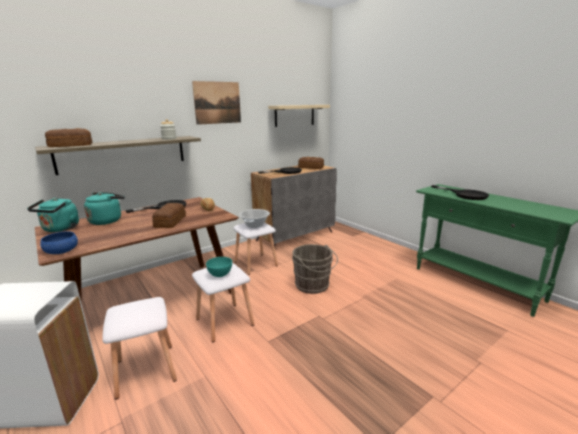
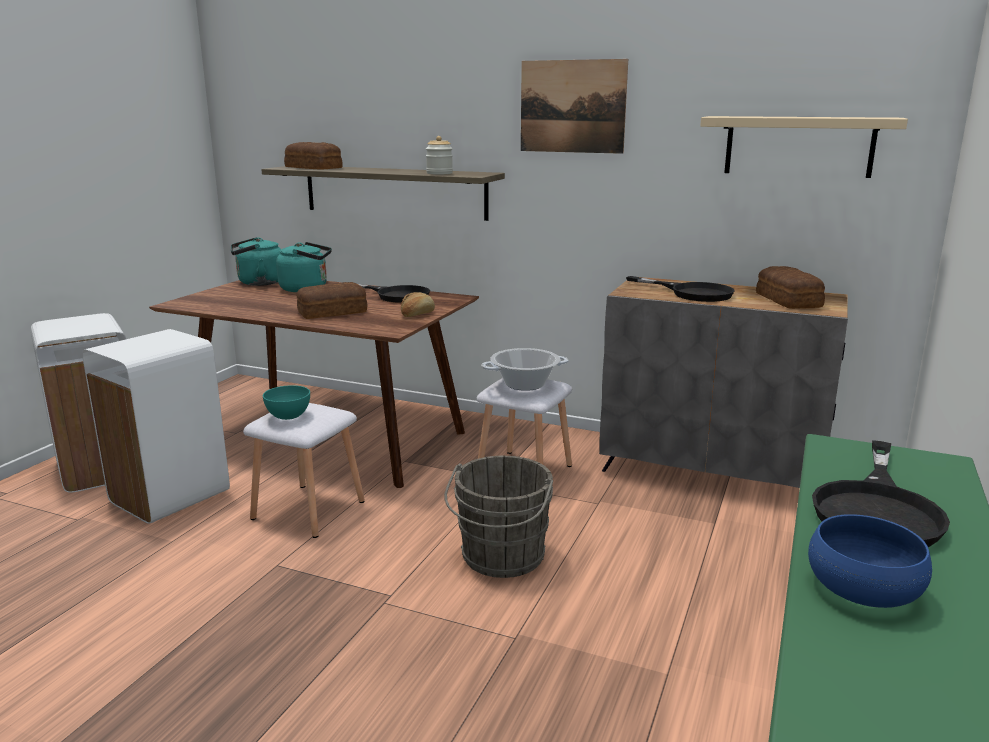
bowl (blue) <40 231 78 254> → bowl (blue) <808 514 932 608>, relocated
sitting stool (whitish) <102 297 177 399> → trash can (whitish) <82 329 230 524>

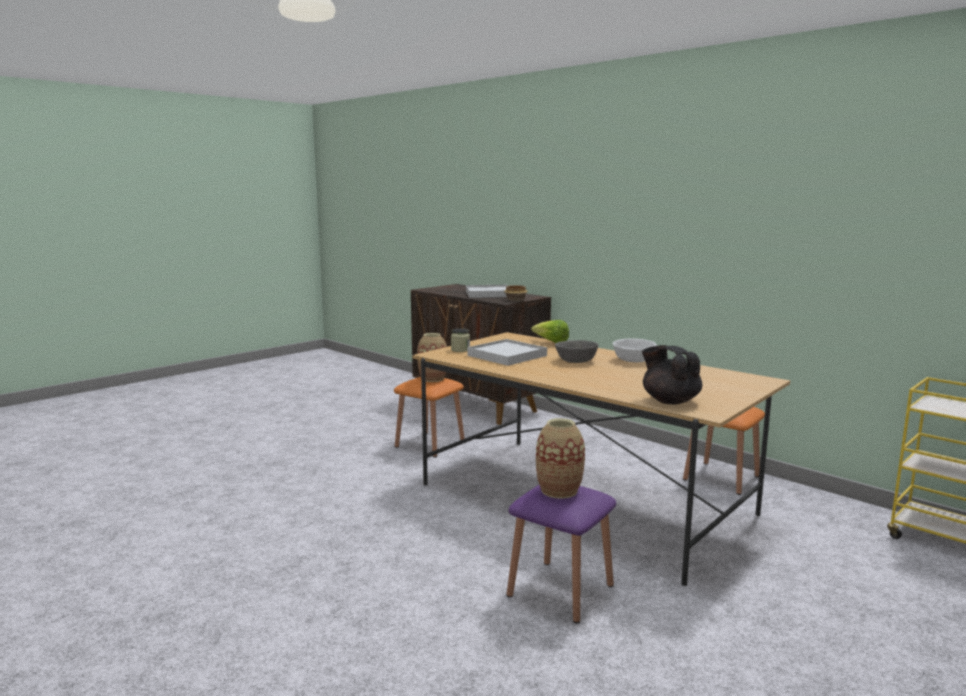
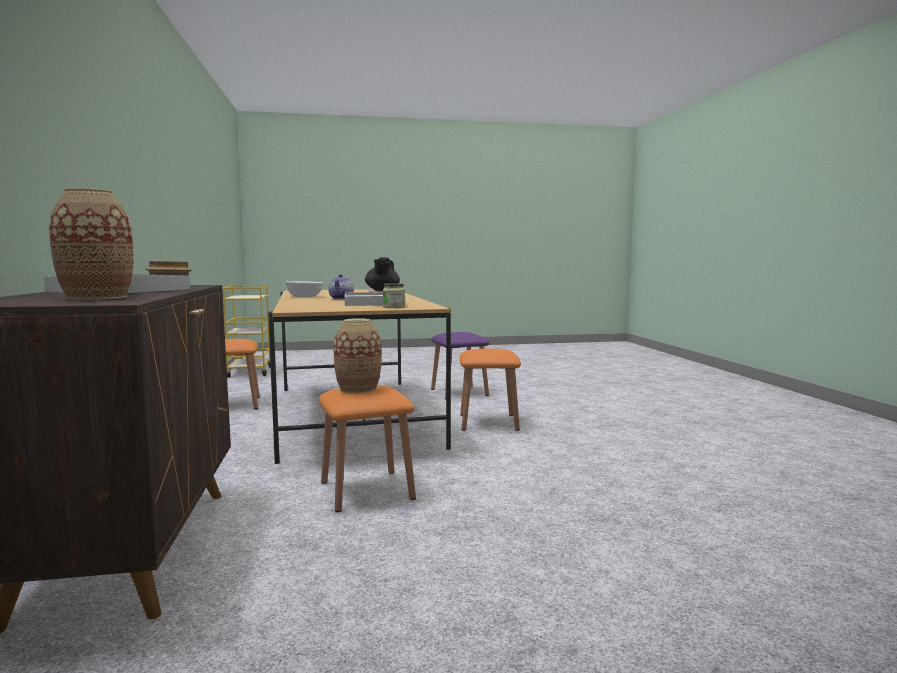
lettuce head <531 320 569 343> → -
vase <536 418 585 499> → vase <49 188 133 300>, relocated
bowl (gray) <555 340 599 363> → teapot <329 274 354 300>
- → sitting stool (orange) <460 349 521 431>

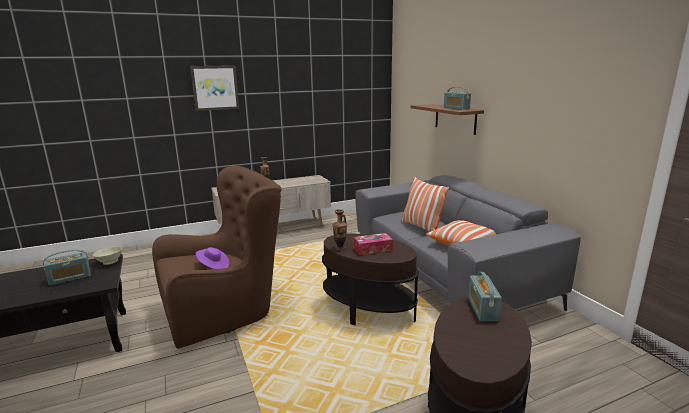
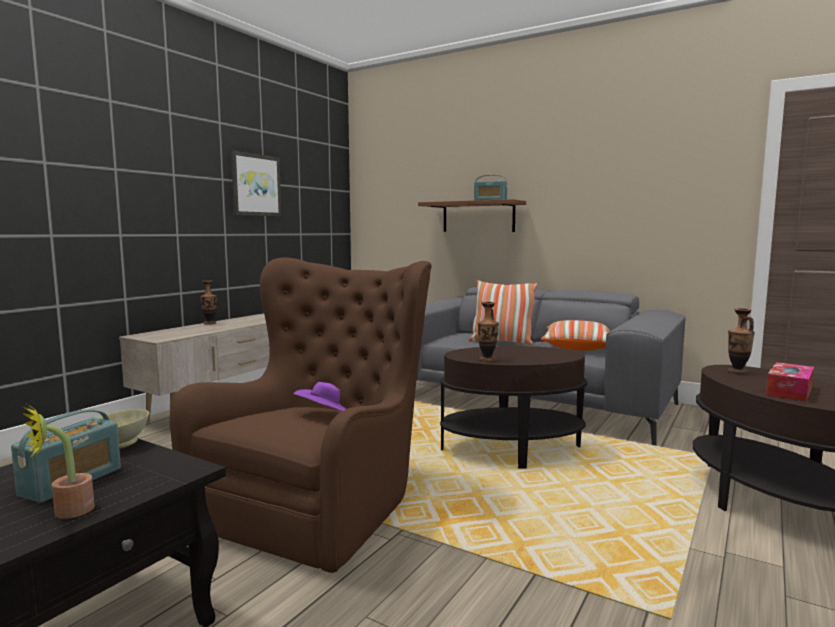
wall art <190 65 239 111> → wall art <231 151 281 216>, relocated
tissue box <353 233 393 255> → tissue box <766 362 814 402>, relocated
radio <468 272 502 321> → vase <728 308 755 374>
- → plant in a pot <22 404 95 519>

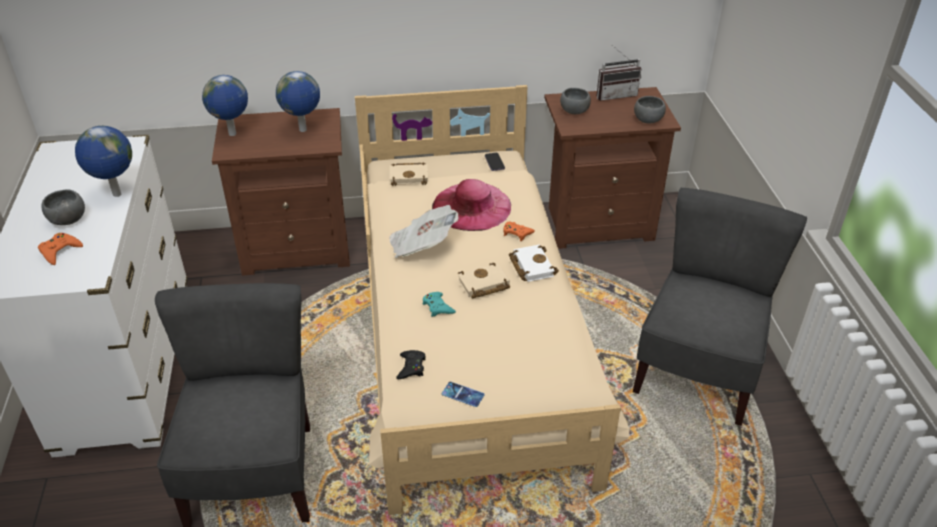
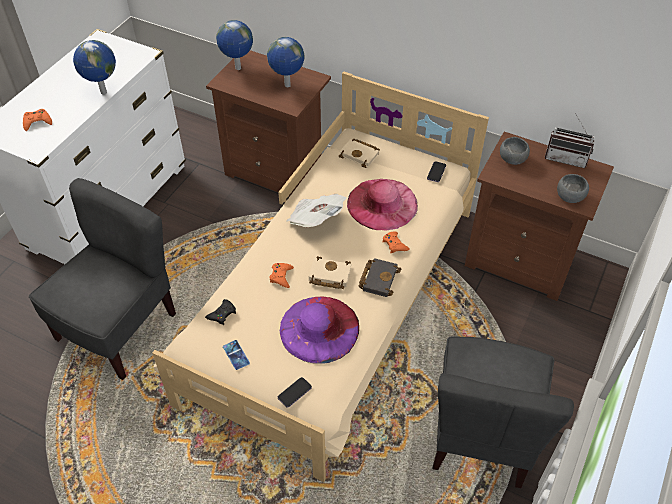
bowl (gray) <41 189 85 225> → -
game controller (turquoise-coloured) <423 292 456 317> → game controller (orange) <269 263 294 288>
volume (whitish) <509 244 559 282> → volume (black-coloured) <359 258 401 297>
chair (gray) <633 188 807 426> → chair (gray) <433 337 574 488>, 135 degrees clockwise
- → phone <278 377 312 408>
- → clothing hat (purple) <280 297 359 364>

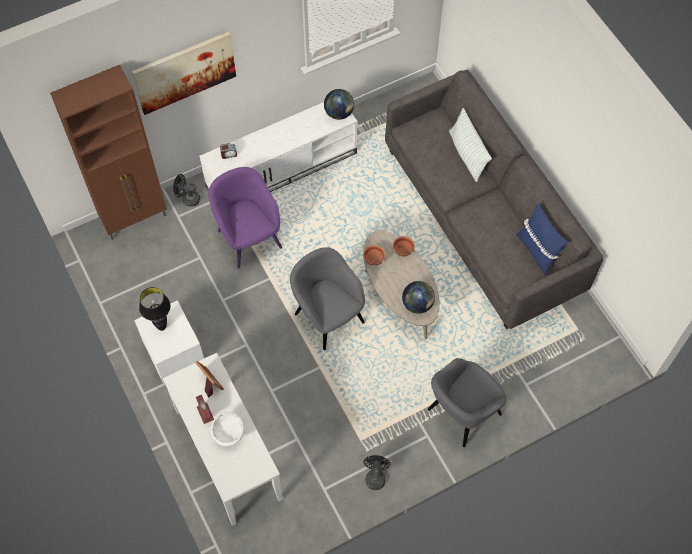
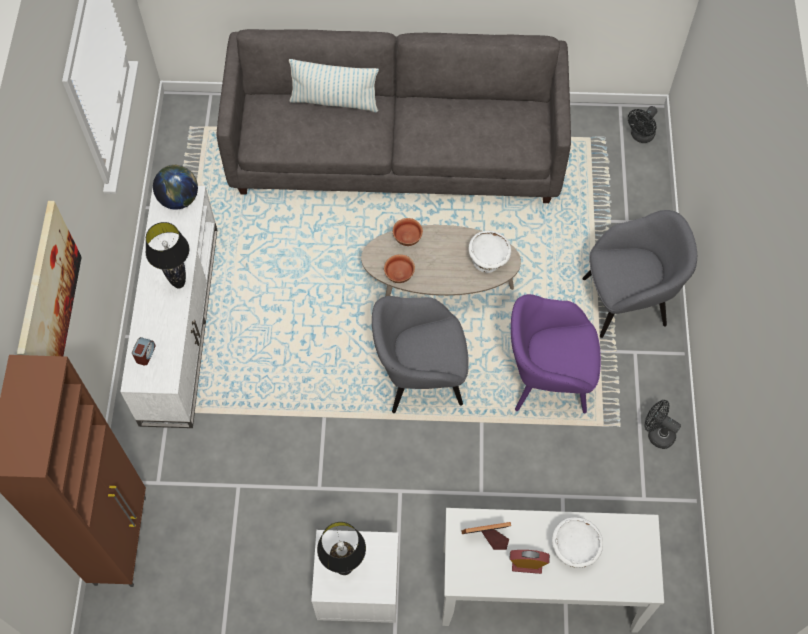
electric fan (black-coloured) <173 174 200 207> → electric fan (black-coloured) <628 106 658 143>, relocated
easy chair (purple) <208 167 282 269> → easy chair (purple) <511 294 601 413>, relocated
globe <402 281 435 314> → bowl (whitish) <468 231 511 273>
easy chair (gray) <428 358 507 447> → easy chair (gray) <583 210 697 338>, 90 degrees counterclockwise
cushion (blue) <516 203 568 274> → -
- → lamp for a table (black-coloured) <146 222 189 289>

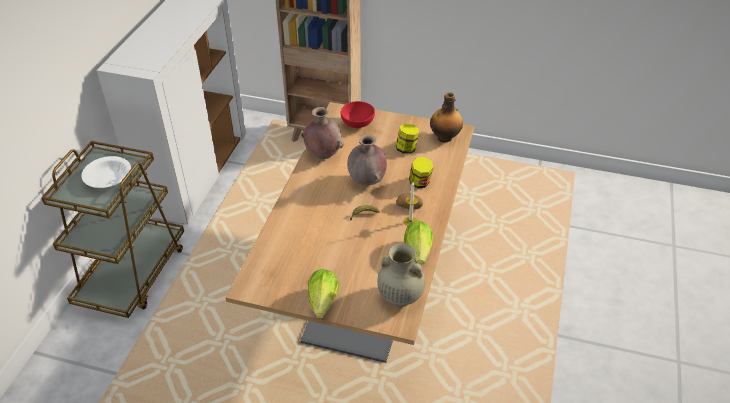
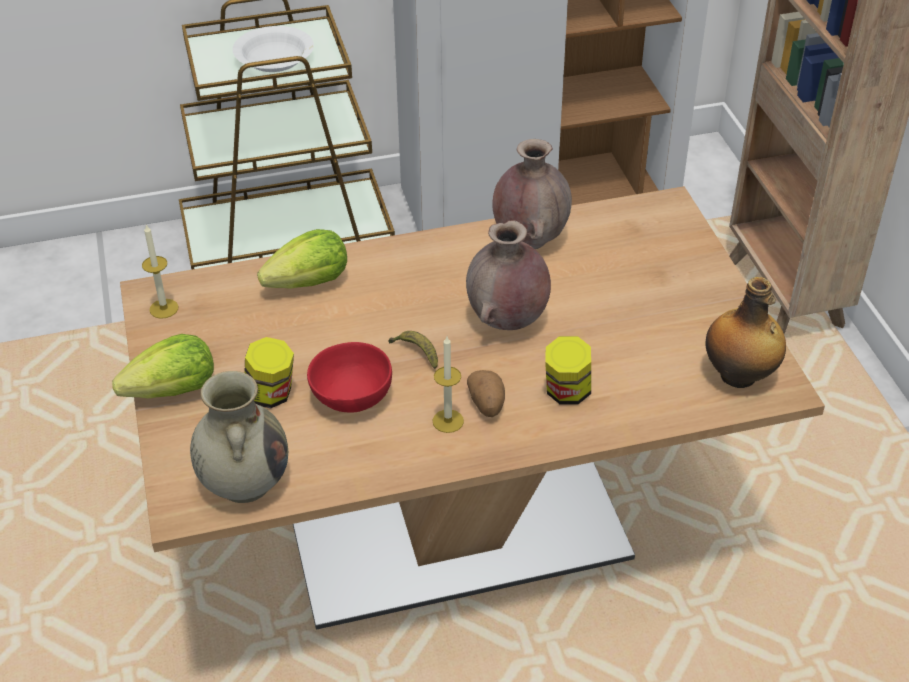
bowl (red) <341 101 375 128> → bowl (red) <307 342 392 413>, relocated
jar <396 124 419 154> → jar <244 337 294 408>, relocated
lettuce head <404 221 433 265> → lettuce head <257 229 347 289>, relocated
- → wax candle <142 225 178 319>

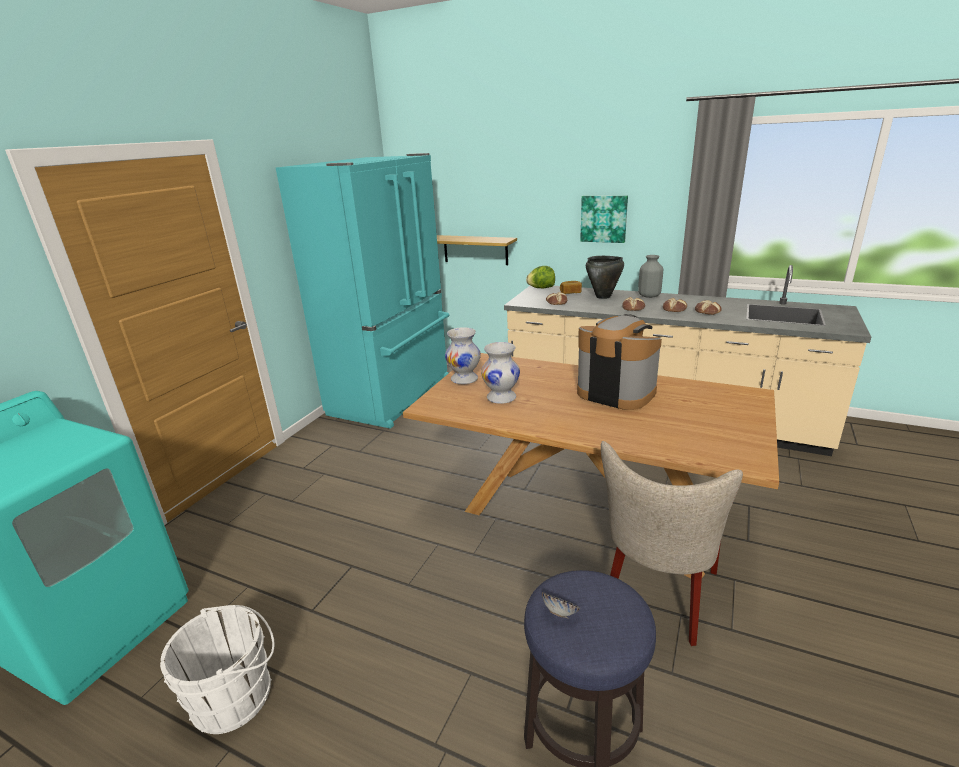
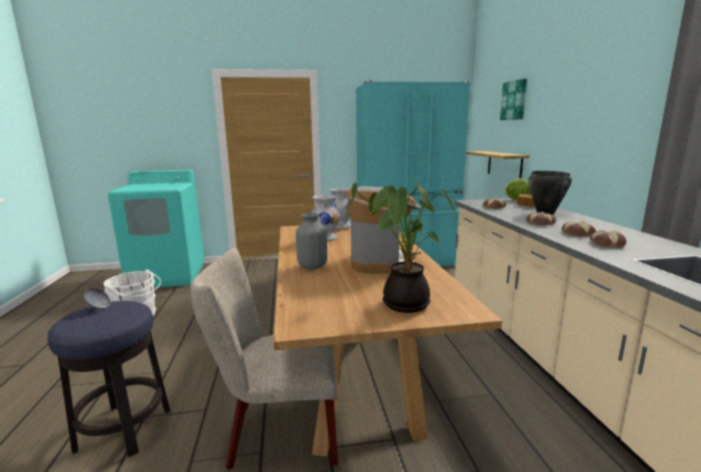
wall art <580 195 628 243> → wall art <500 79 527 120>, relocated
vase (gray) <638 255 663 298> → vase (gray) <296 213 327 269>, relocated
- → plant in a pot <346 179 456 313>

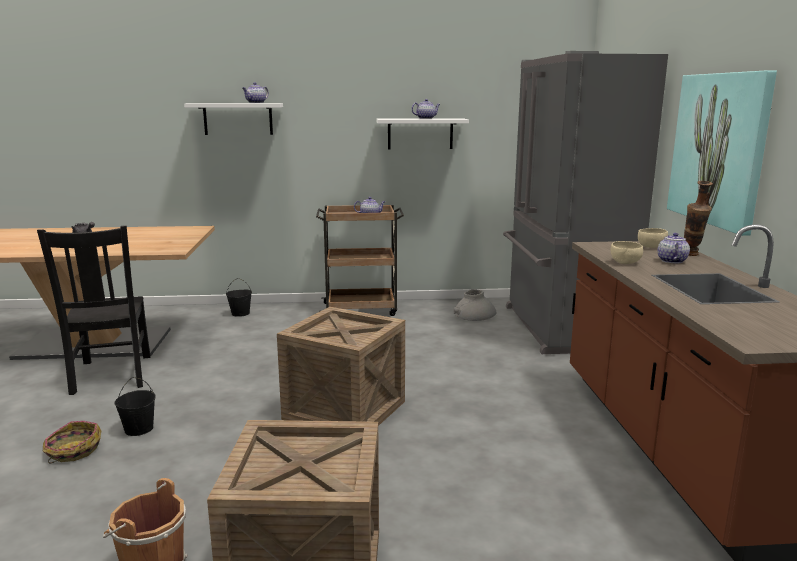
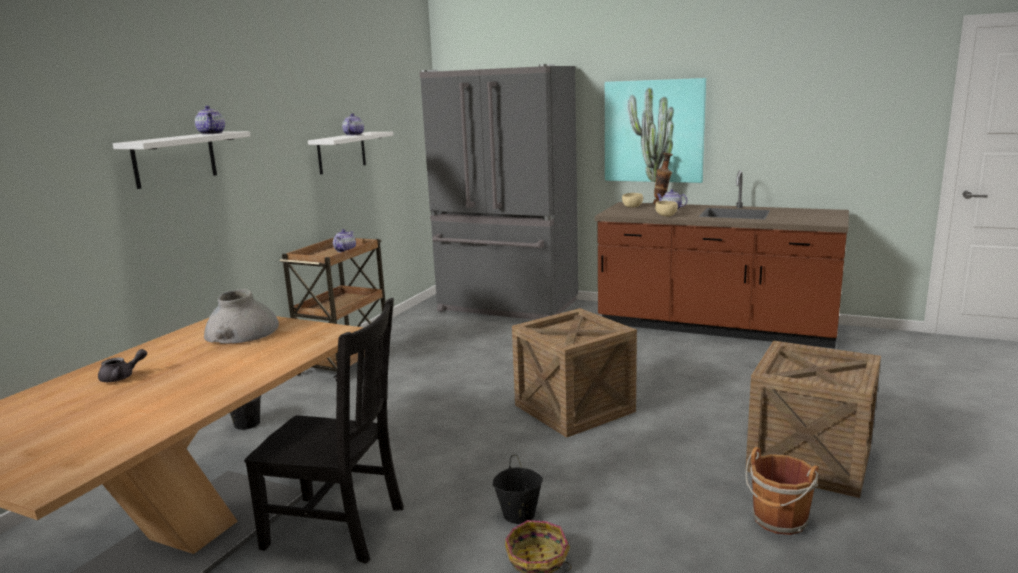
vase (gray) <453 289 496 321> → vase (gray) <204 289 279 344>, relocated

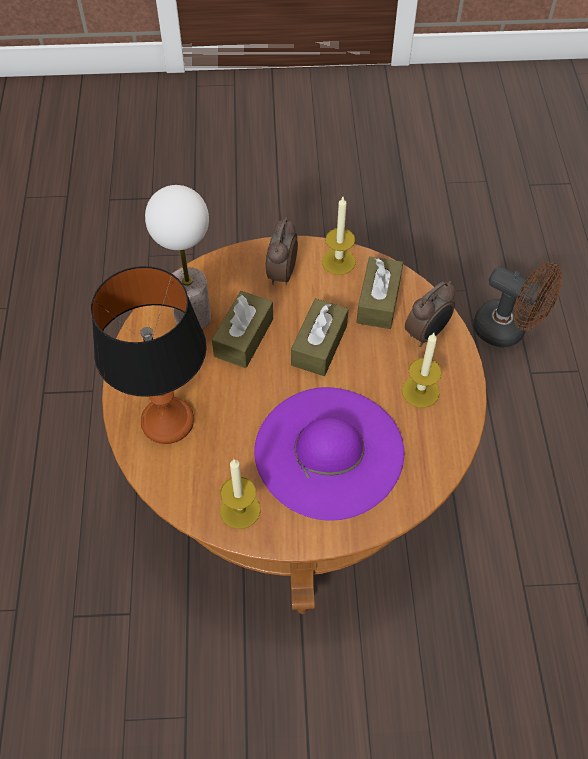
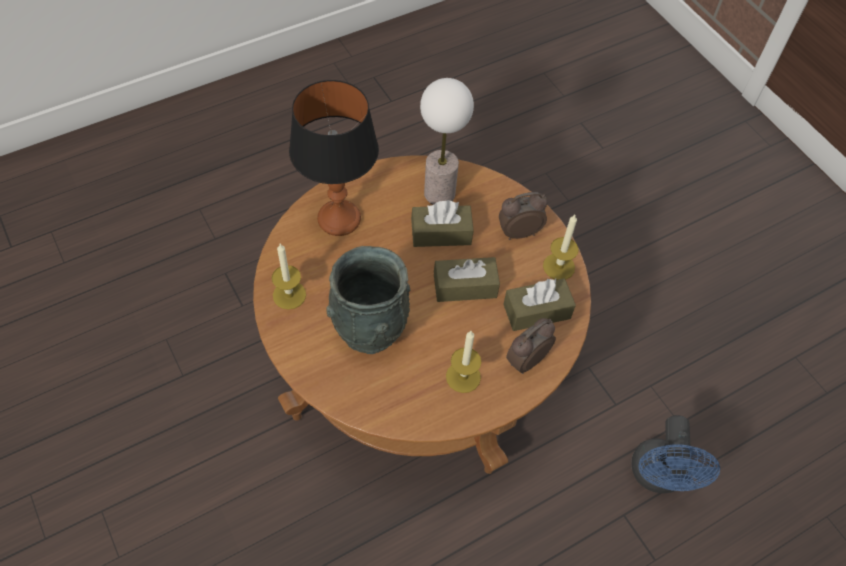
clothing hat (purple) <254 387 404 521> → vase (gray) <326 246 410 354>
bedside clock <405 281 456 347> → bedside clock <506 318 556 374>, 120 degrees clockwise
electric fan (brown-coloured) <473 262 562 347> → electric fan (blue) <631 415 720 493>

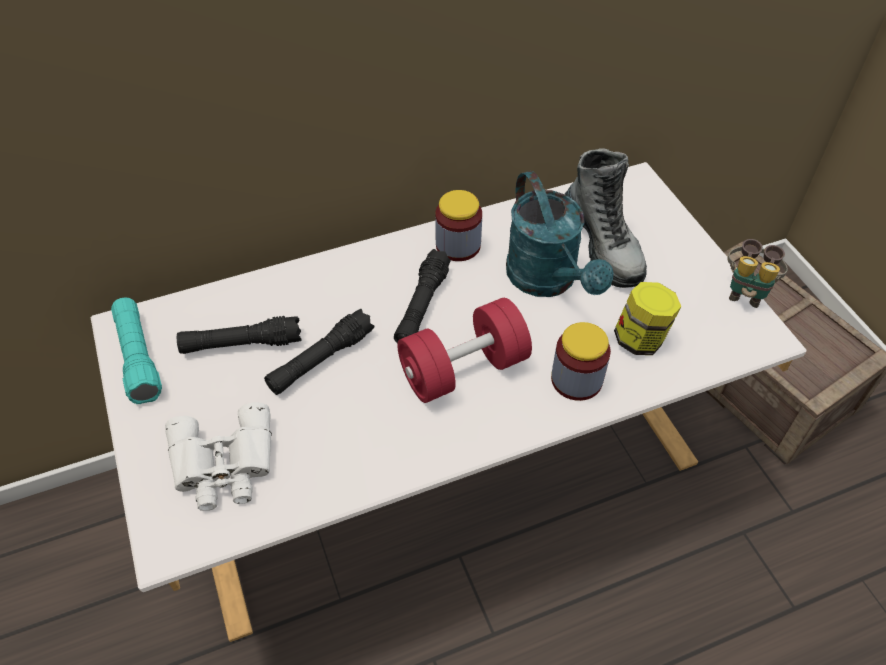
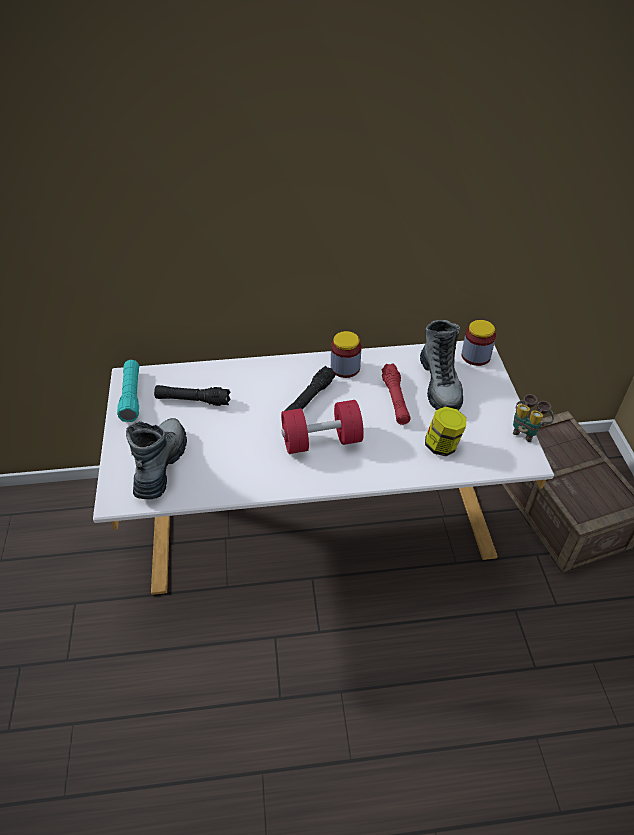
field glasses (whitish) <165 402 272 511> → tall boot <126 418 187 499>
hand torch (black-coloured) <264 309 375 395> → -
sprinkling can (turquoise-coloured) <506 171 614 297> → hand torch (red) <382 363 410 425>
jar <551 322 611 401> → jar <461 320 496 366>, relocated

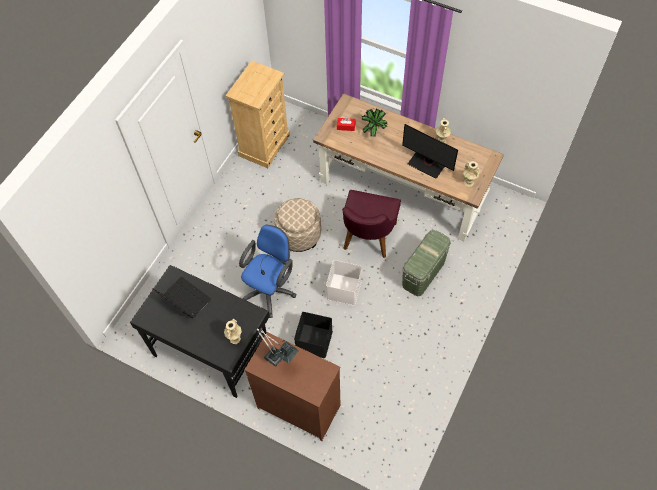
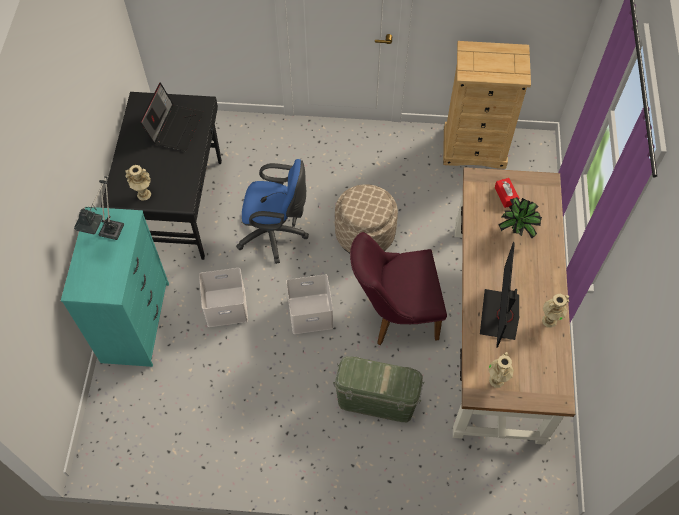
dresser (brown-coloured) <244 332 340 441> → dresser (turquoise-coloured) <61 207 169 367>
storage container (black-coloured) <294 312 333 358> → storage container (whitish) <199 268 248 327>

